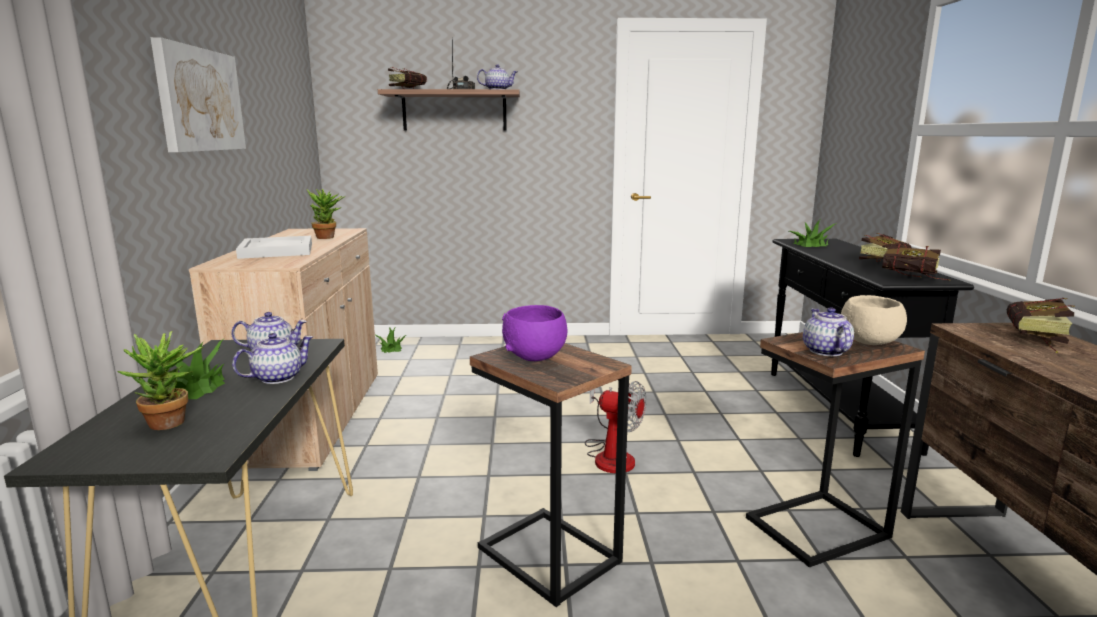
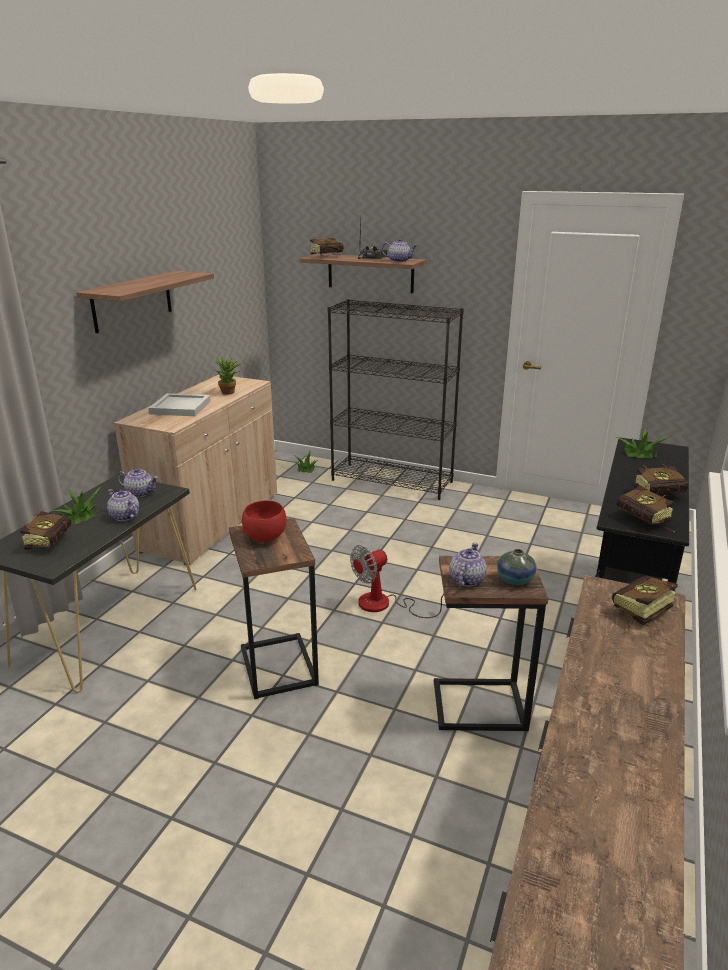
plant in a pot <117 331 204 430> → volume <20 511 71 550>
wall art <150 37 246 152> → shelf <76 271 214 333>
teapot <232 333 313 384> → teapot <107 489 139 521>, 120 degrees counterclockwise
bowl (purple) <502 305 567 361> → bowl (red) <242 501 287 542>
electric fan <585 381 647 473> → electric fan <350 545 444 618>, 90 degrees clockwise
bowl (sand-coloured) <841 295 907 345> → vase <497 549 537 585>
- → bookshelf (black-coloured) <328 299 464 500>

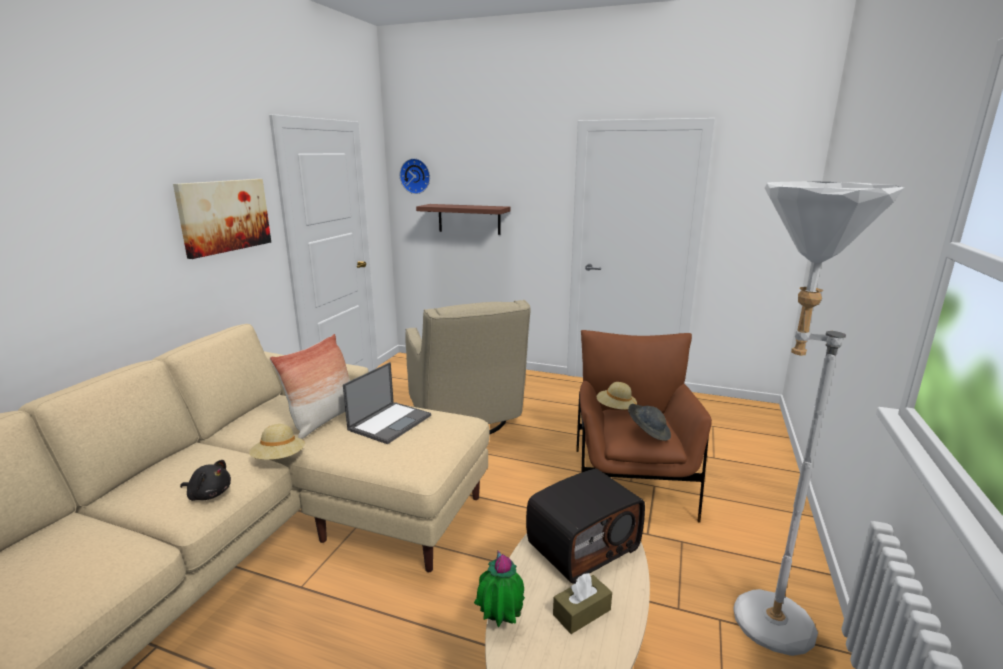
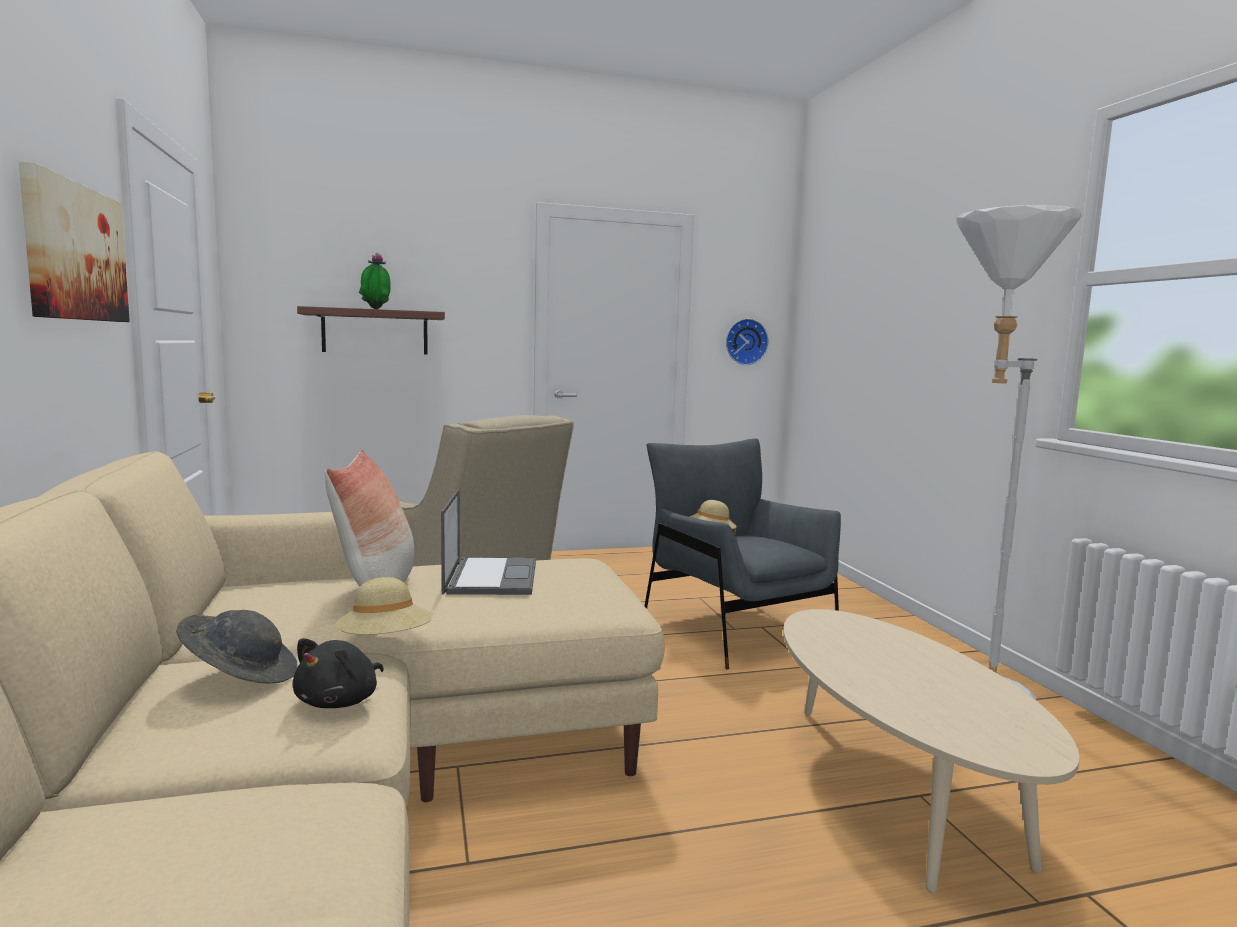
plush toy (black-coloured) <180 460 231 501> → plush toy (black-coloured) <293 638 384 708>, 135 degrees clockwise
clock on the wall <400 158 430 194> → clock on the wall <726 319 768 365>, relocated
plant in a pot <474 551 525 628> → plant in a pot <359 253 391 309>, relocated
radio <526 469 645 584> → -
tissue box (brown-coloured) <553 573 612 634> → -
easy chair (brown-coloured) <576 330 712 523> → easy chair (gray) <645 438 841 670>
clothing hat (gray) <628 404 671 441> → clothing hat (gray) <176 610 298 683>, relocated

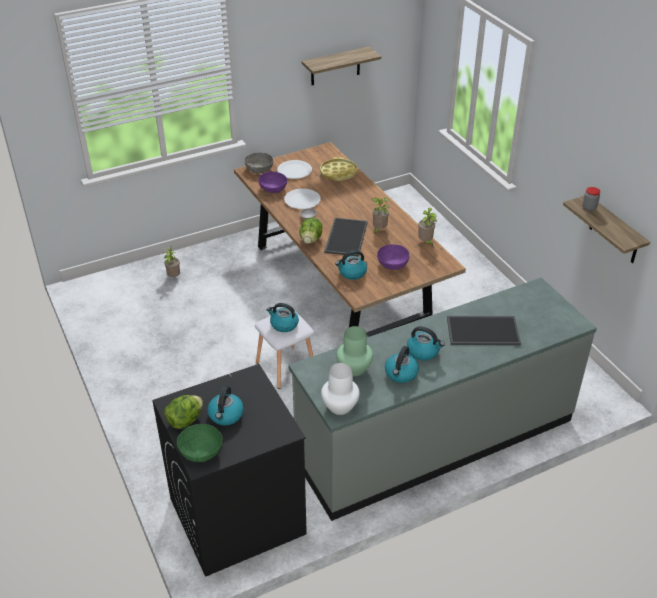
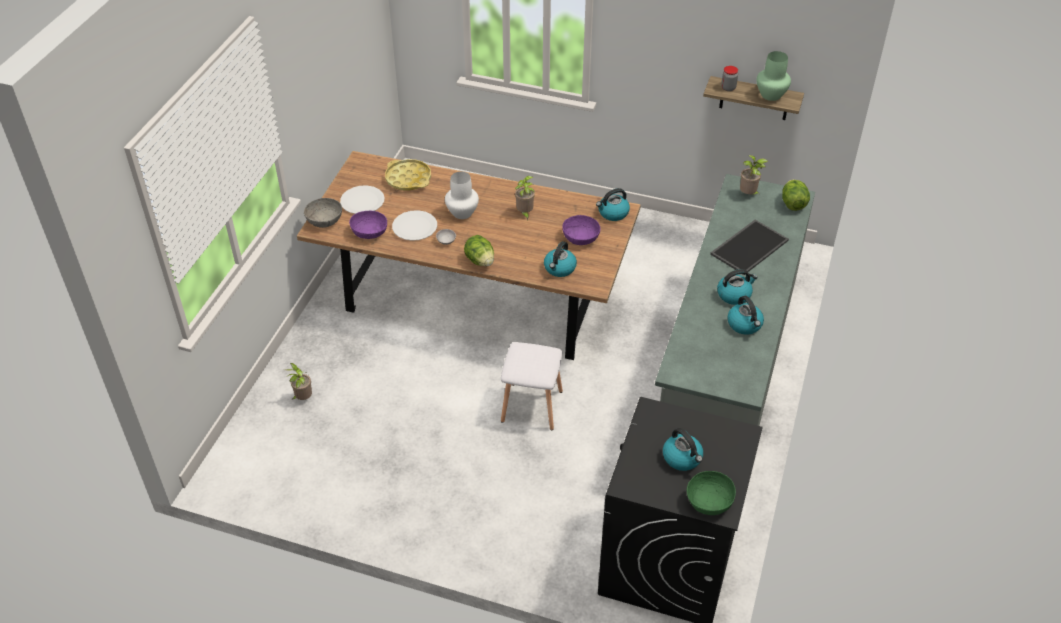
lettuce head <164 395 203 429> → lettuce head <782 179 810 211>, relocated
tea kettle <267 303 299 332> → tea kettle <596 188 630 221>, relocated
shelf <301 46 381 85> → -
vase (whitish) <321 363 360 415> → vase (whitish) <445 172 479 219>, relocated
tray <324 218 368 257> → -
vase (green) <336 326 373 376> → vase (green) <757 51 791 101>, relocated
plant in a pot <418 208 437 246> → plant in a pot <740 155 768 195>, relocated

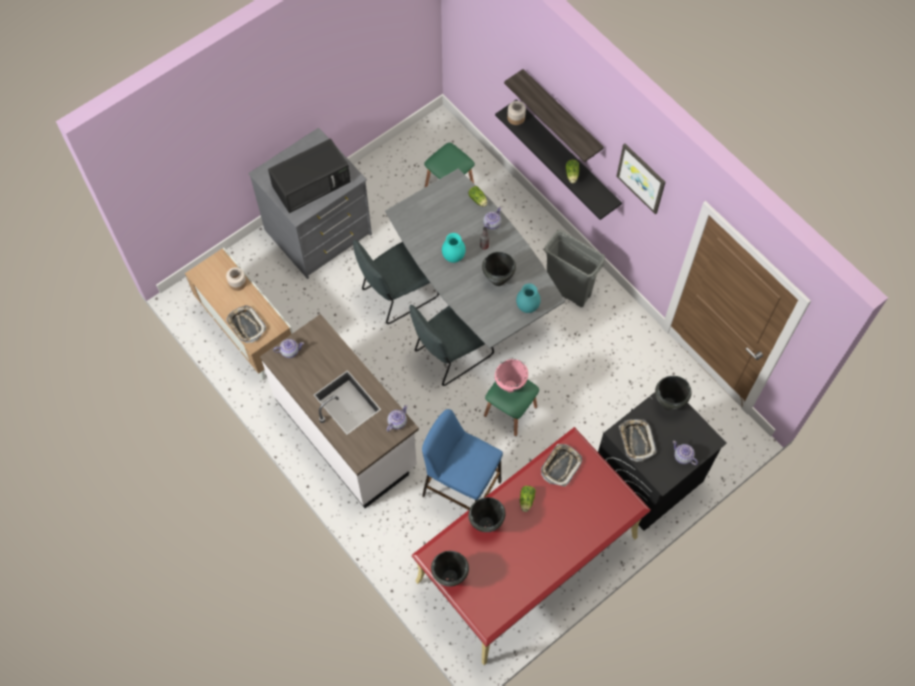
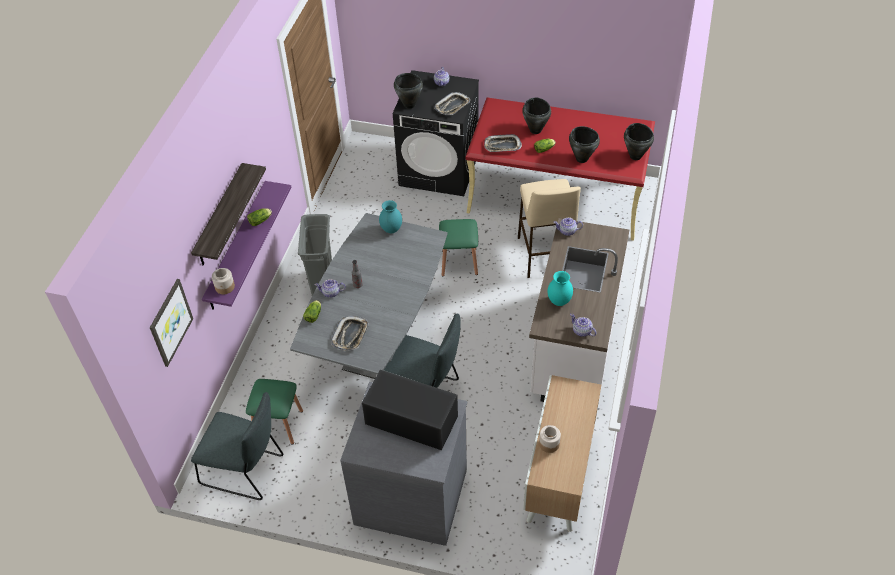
tray <226 305 267 343> → tray <331 316 369 351>, relocated
chair (gray) <409 305 494 386> → chair (gray) <191 392 284 500>, relocated
sitting stool (blue) <422 409 503 510> → sitting stool (sand-coloured) <518 179 581 278>
vase (turquoise-coloured) <442 233 466 263> → vase (turquoise-coloured) <548 271 573 306>, relocated
cooking pot (black-coloured) <482 252 516 286> → cooking pot (black-coloured) <522 98 551 134>, relocated
shelf (black-coloured) <495 99 622 220> → shelf (purple) <202 181 292 310>
cooking pot (pink-coloured) <495 359 528 392> → -
wall art <616 143 666 214> → wall art <150 279 193 367>, relocated

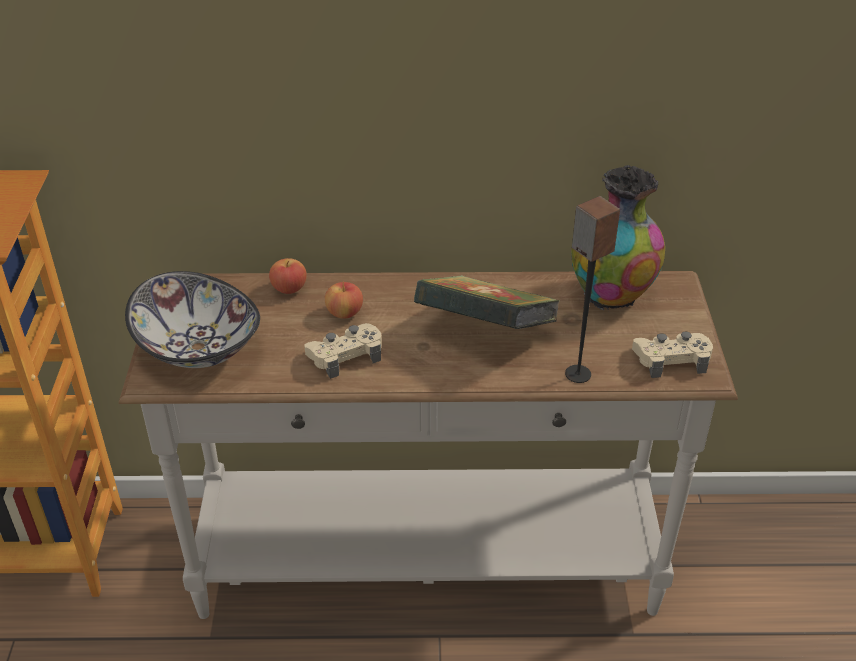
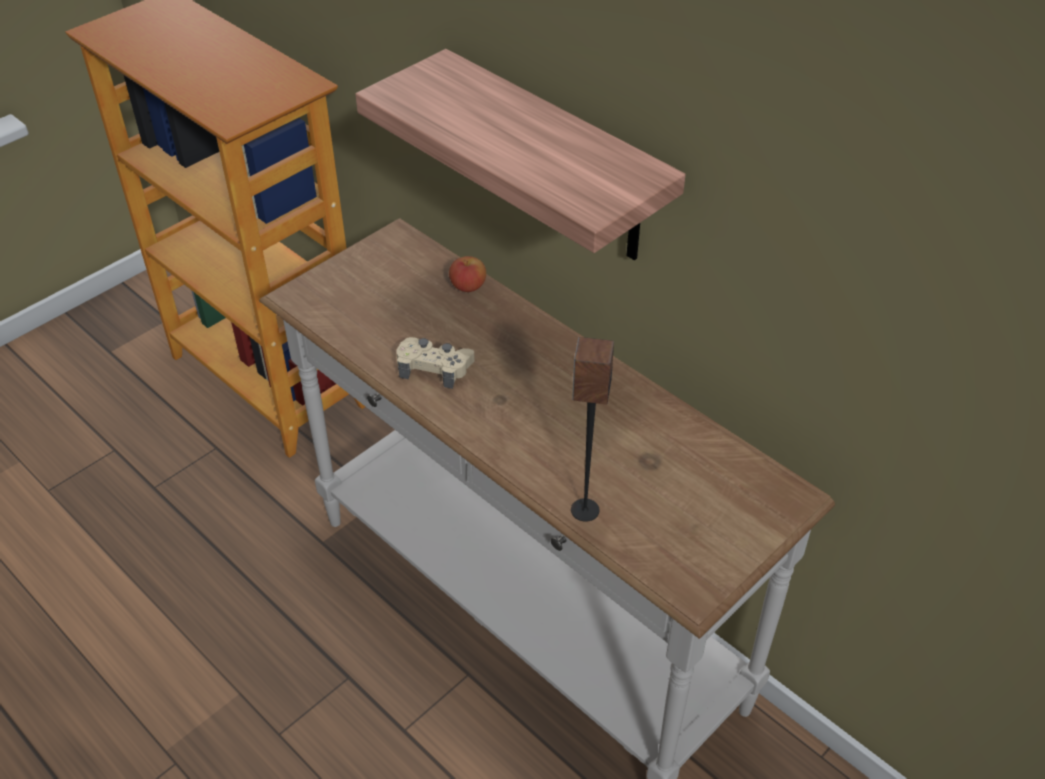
bowl <125 271 260 368> → -
apple <325 281 363 319> → -
volume <414 275 560 329> → -
vase <571 165 665 312> → -
game controller (sand-coloured) <632 332 713 378> → -
- → shelf <355 49 686 260>

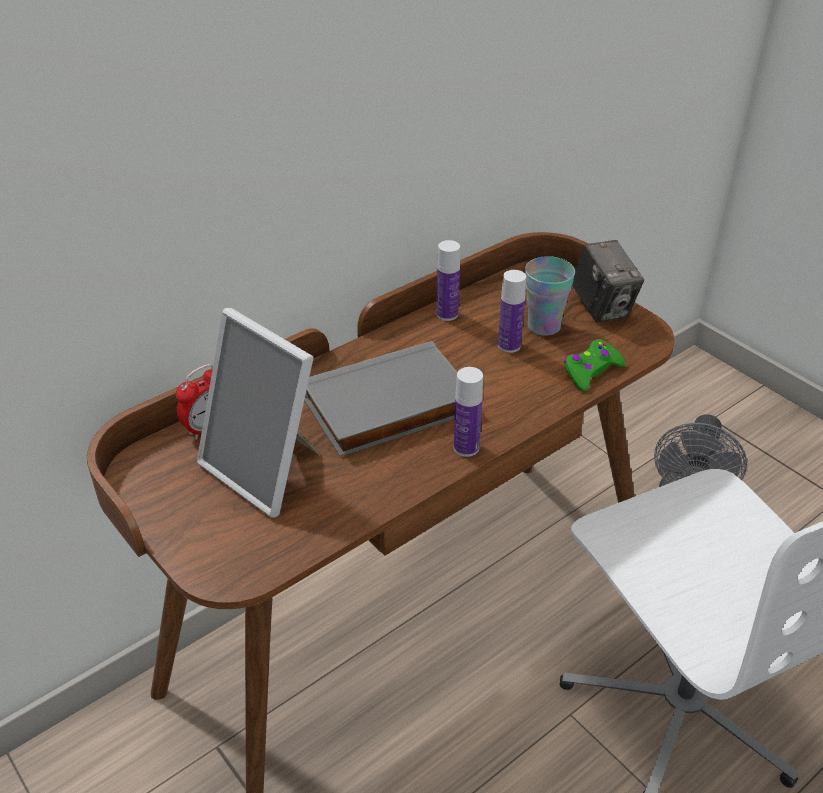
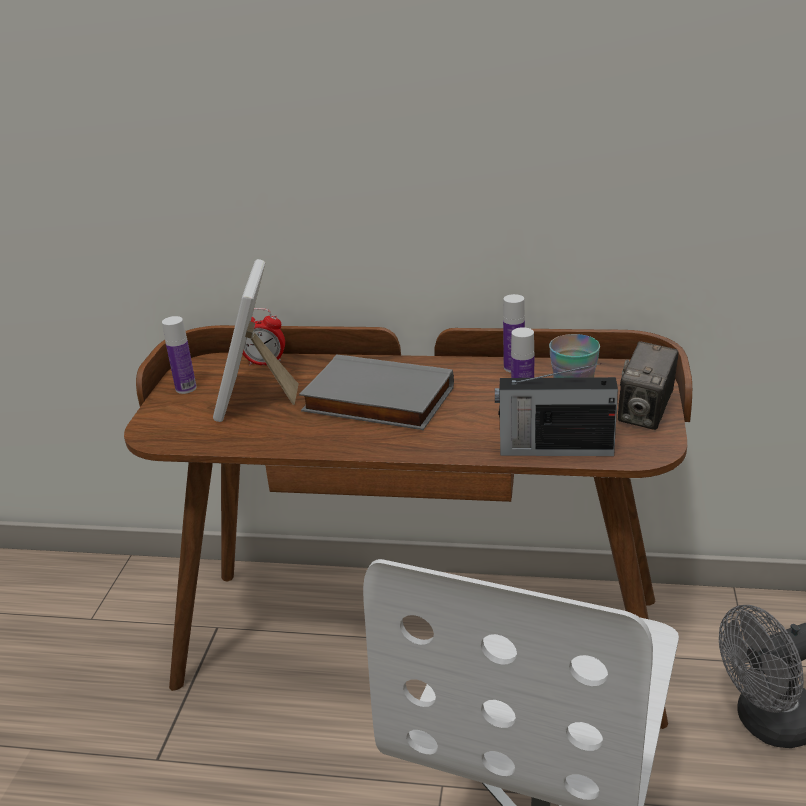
bottle <454 367 483 457> → bottle <162 316 197 394>, relocated
game controller (green) <564 339 626 391> → radio <495 363 618 456>

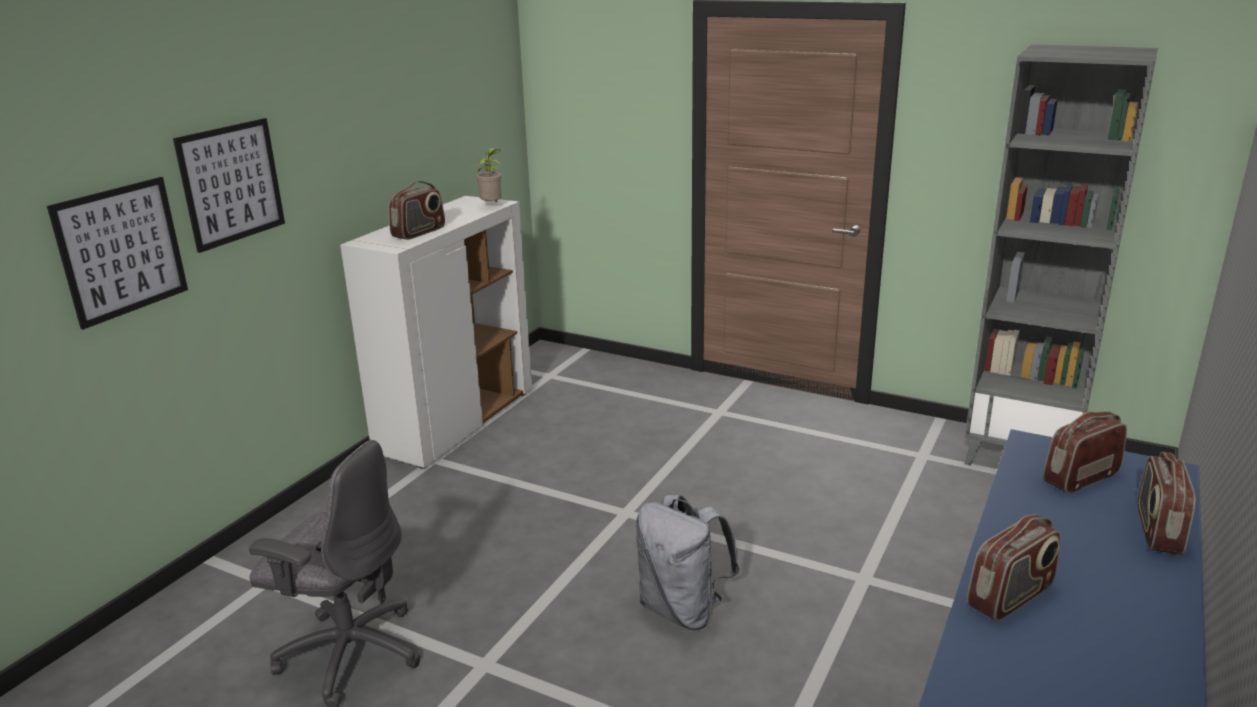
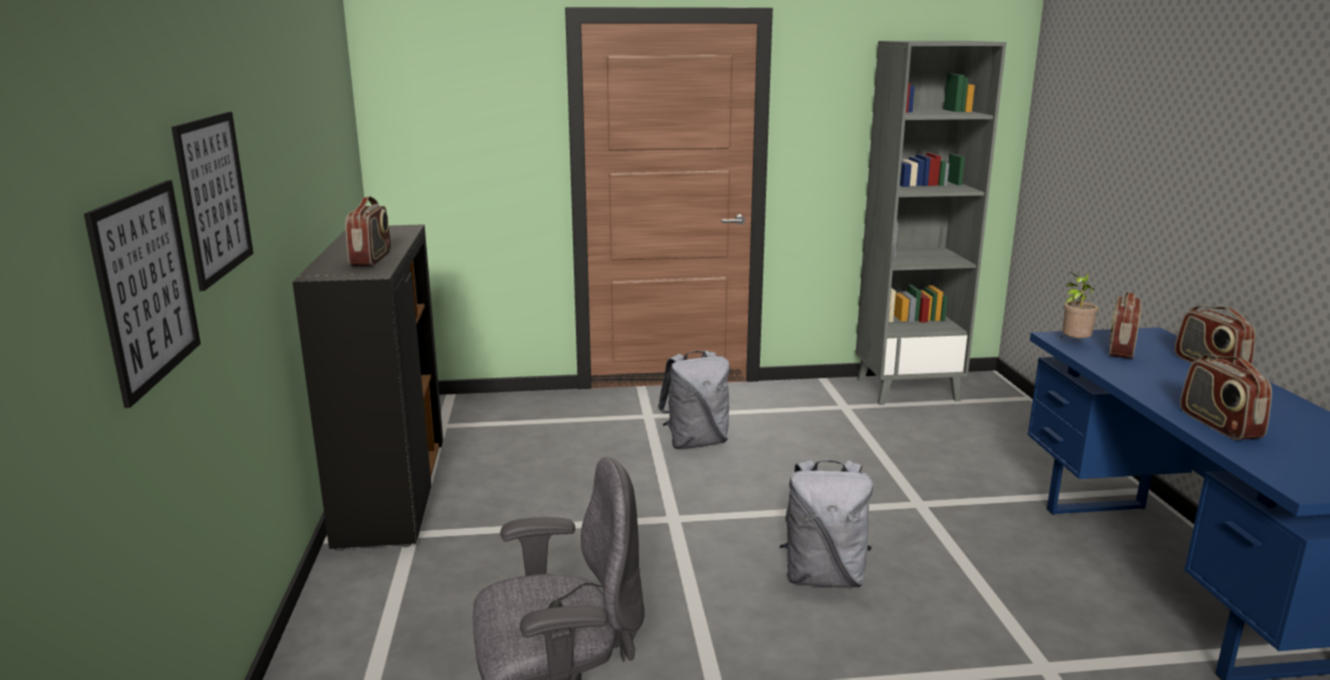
storage cabinet (whitish) <340 196 532 469> → storage cabinet (black-coloured) <292 224 443 551>
plant in a pot <475 148 502 203> → plant in a pot <1061 272 1098 338>, relocated
radio <967 514 1061 622> → radio <1180 354 1272 440>, 150 degrees clockwise
- → rucksack (gray) <657 351 730 449>

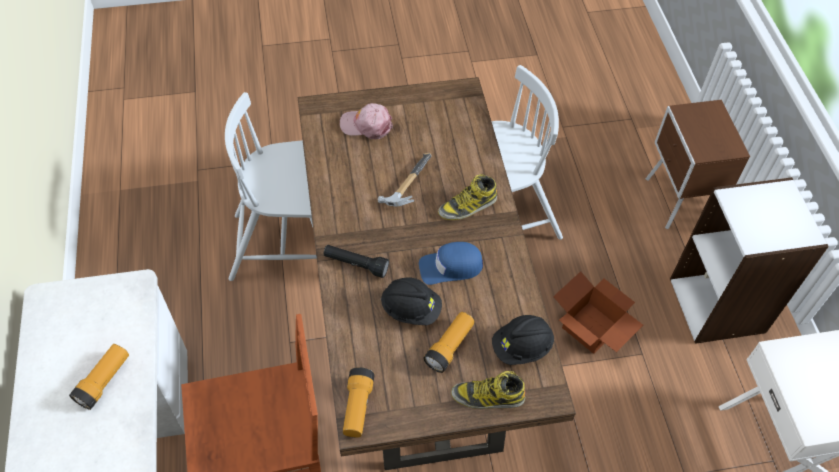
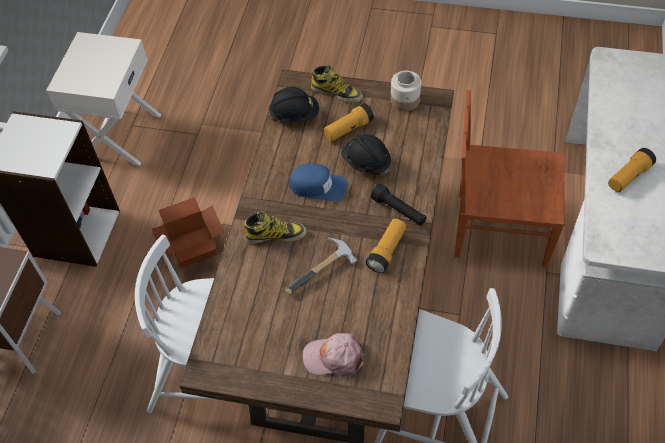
cap (pink-coloured) <340 103 393 139> → cap (pink-coloured) <302 333 365 377>, 150 degrees clockwise
hand torch <343 367 375 437> → hand torch <366 218 406 273>, relocated
- → jar <391 71 421 111>

